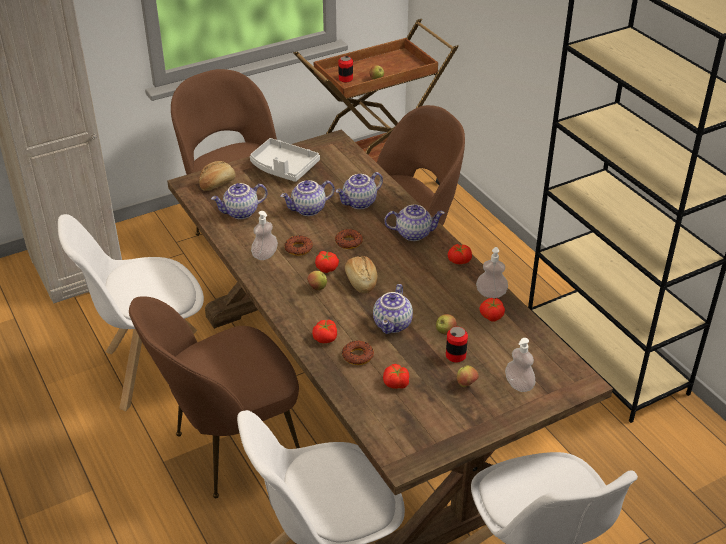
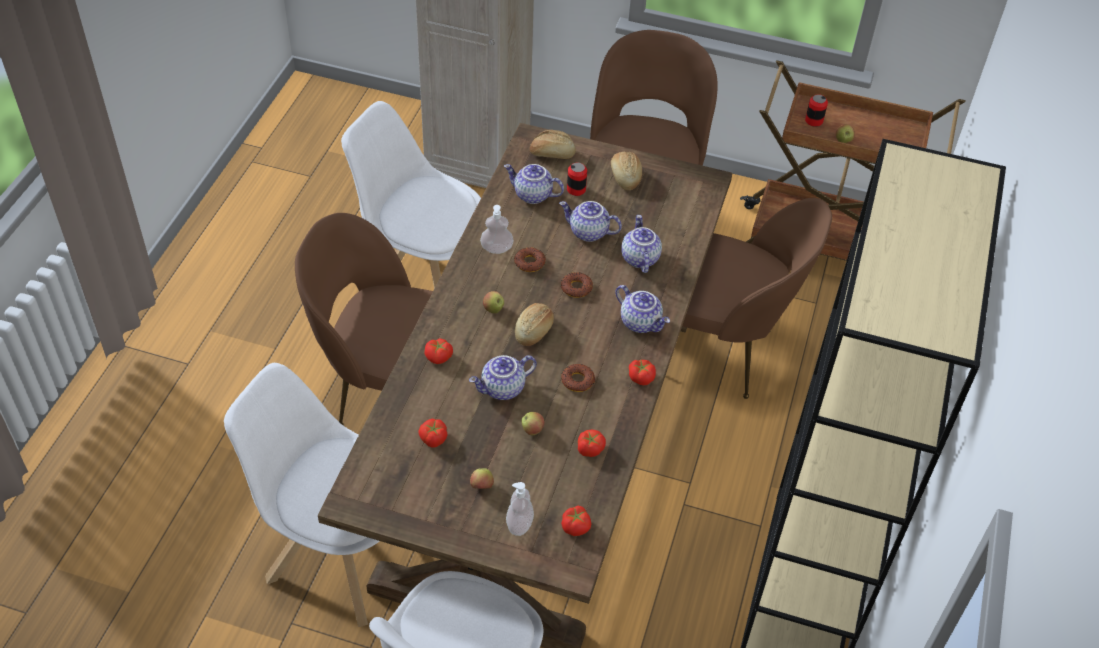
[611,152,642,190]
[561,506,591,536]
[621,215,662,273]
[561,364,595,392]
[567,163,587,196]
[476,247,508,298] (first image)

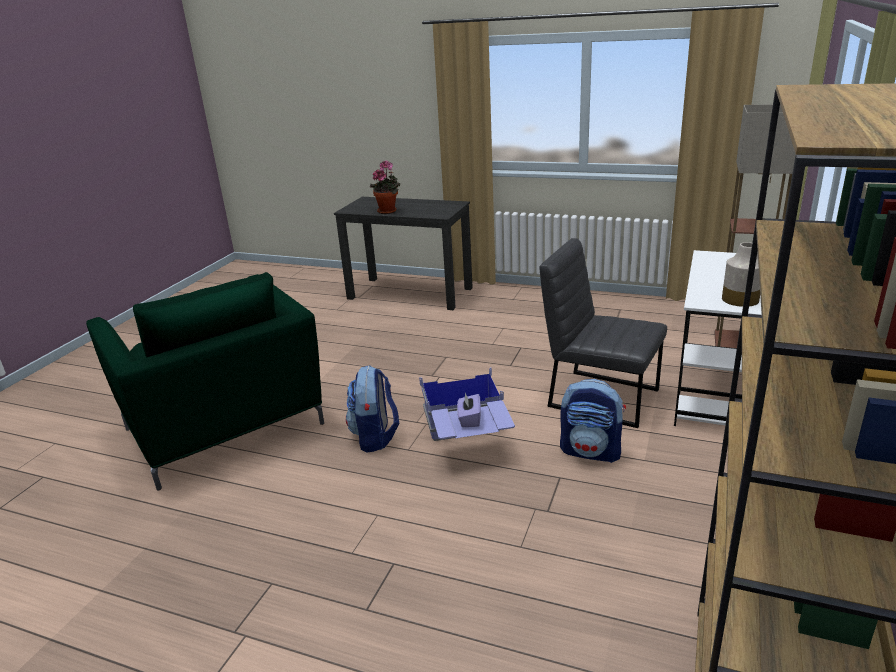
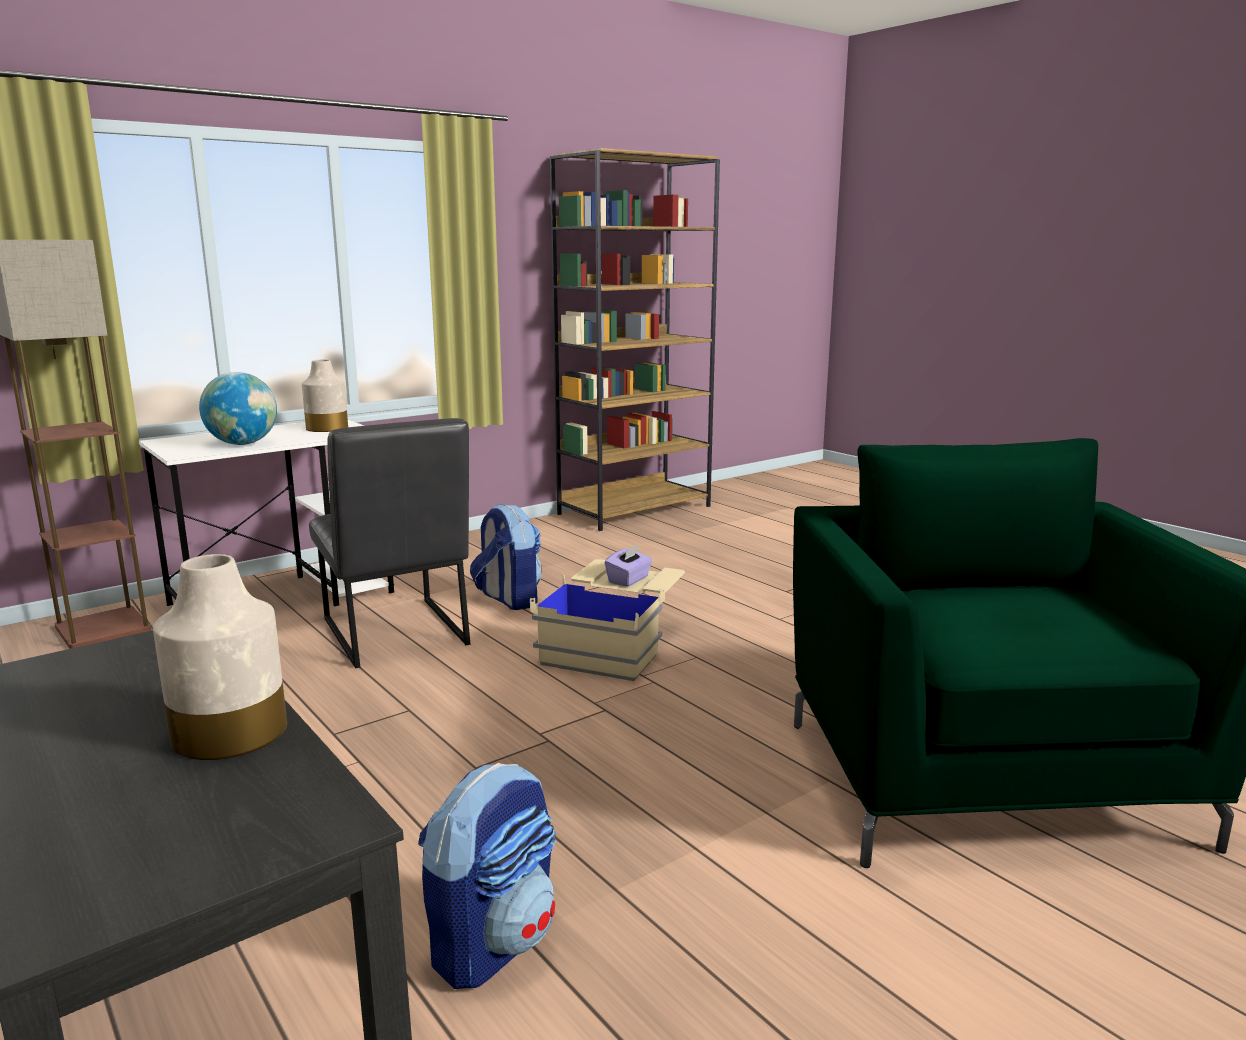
[418,763,556,989]
[153,554,287,760]
[530,559,685,681]
[199,372,277,445]

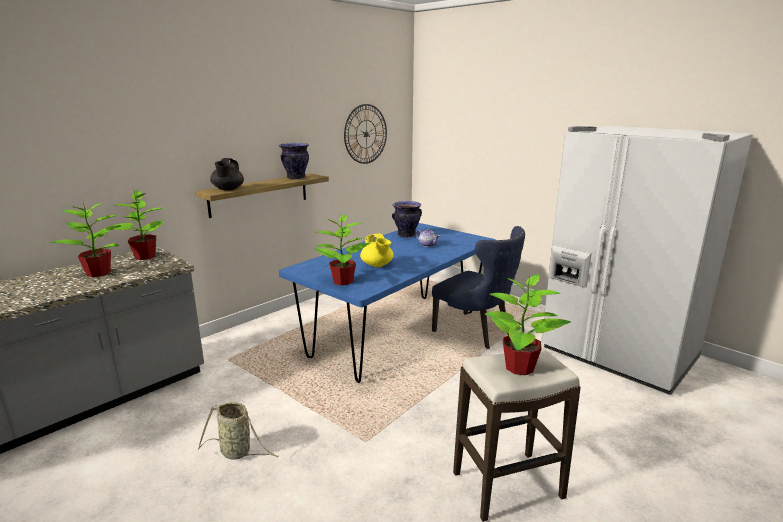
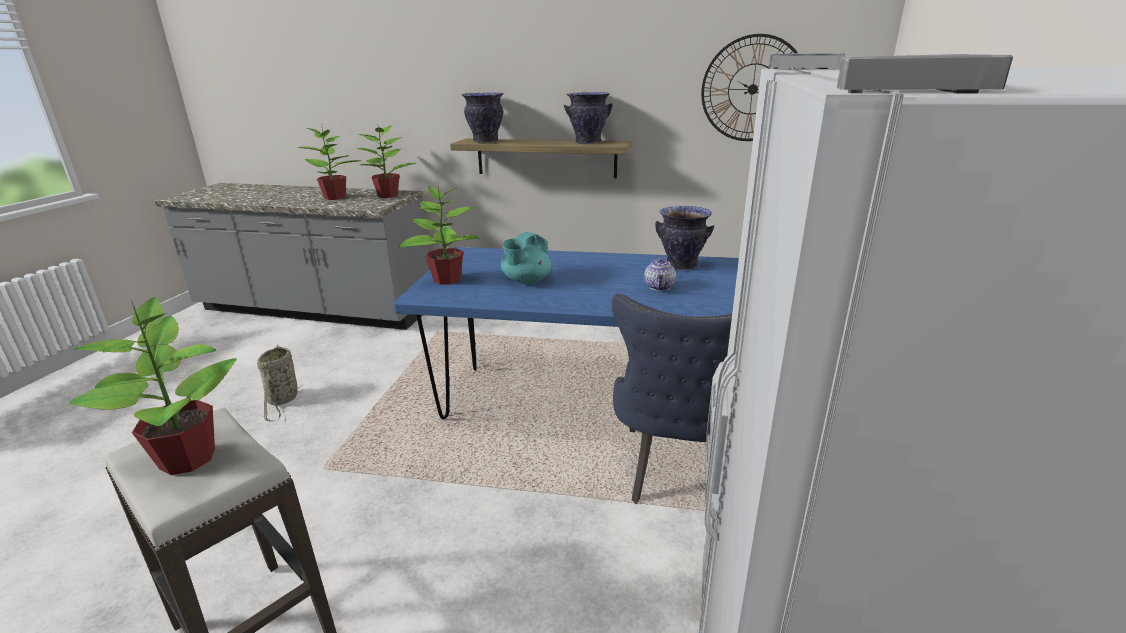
[462,92,504,143]
[501,232,552,284]

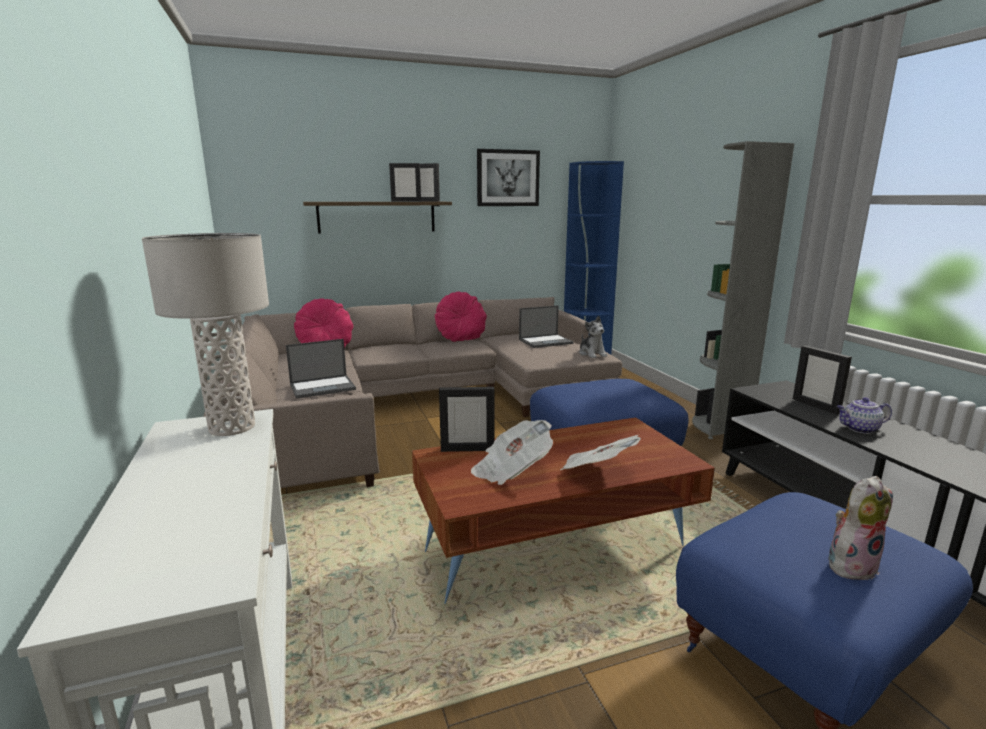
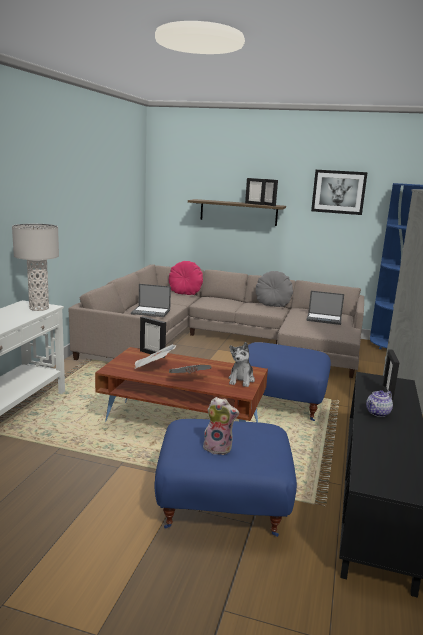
[256,271,293,307]
[228,342,255,387]
[366,390,393,417]

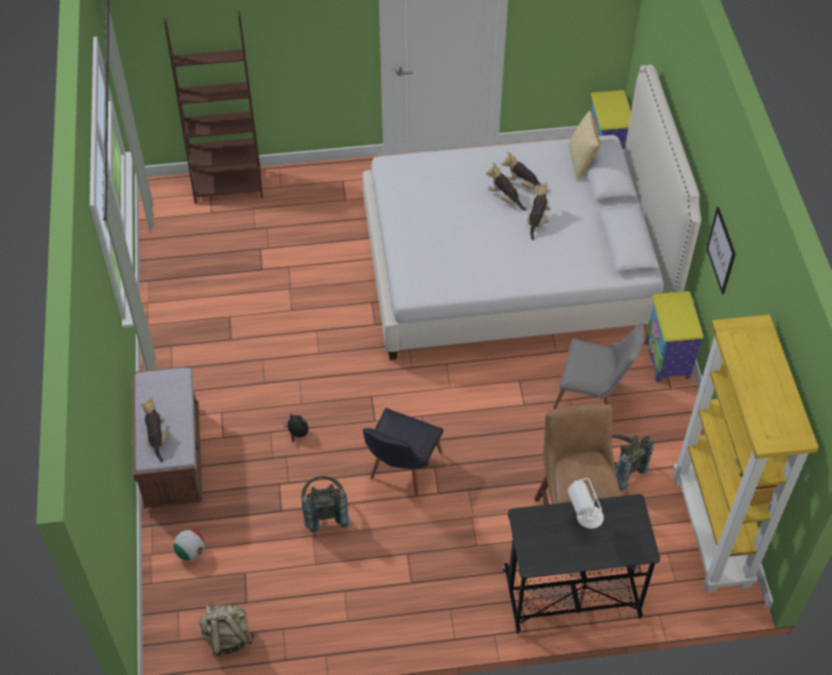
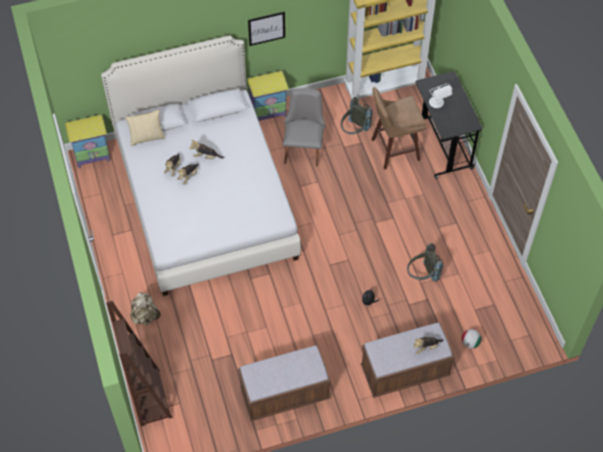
[130,292,161,325]
[363,408,443,496] (first image)
[238,345,331,421]

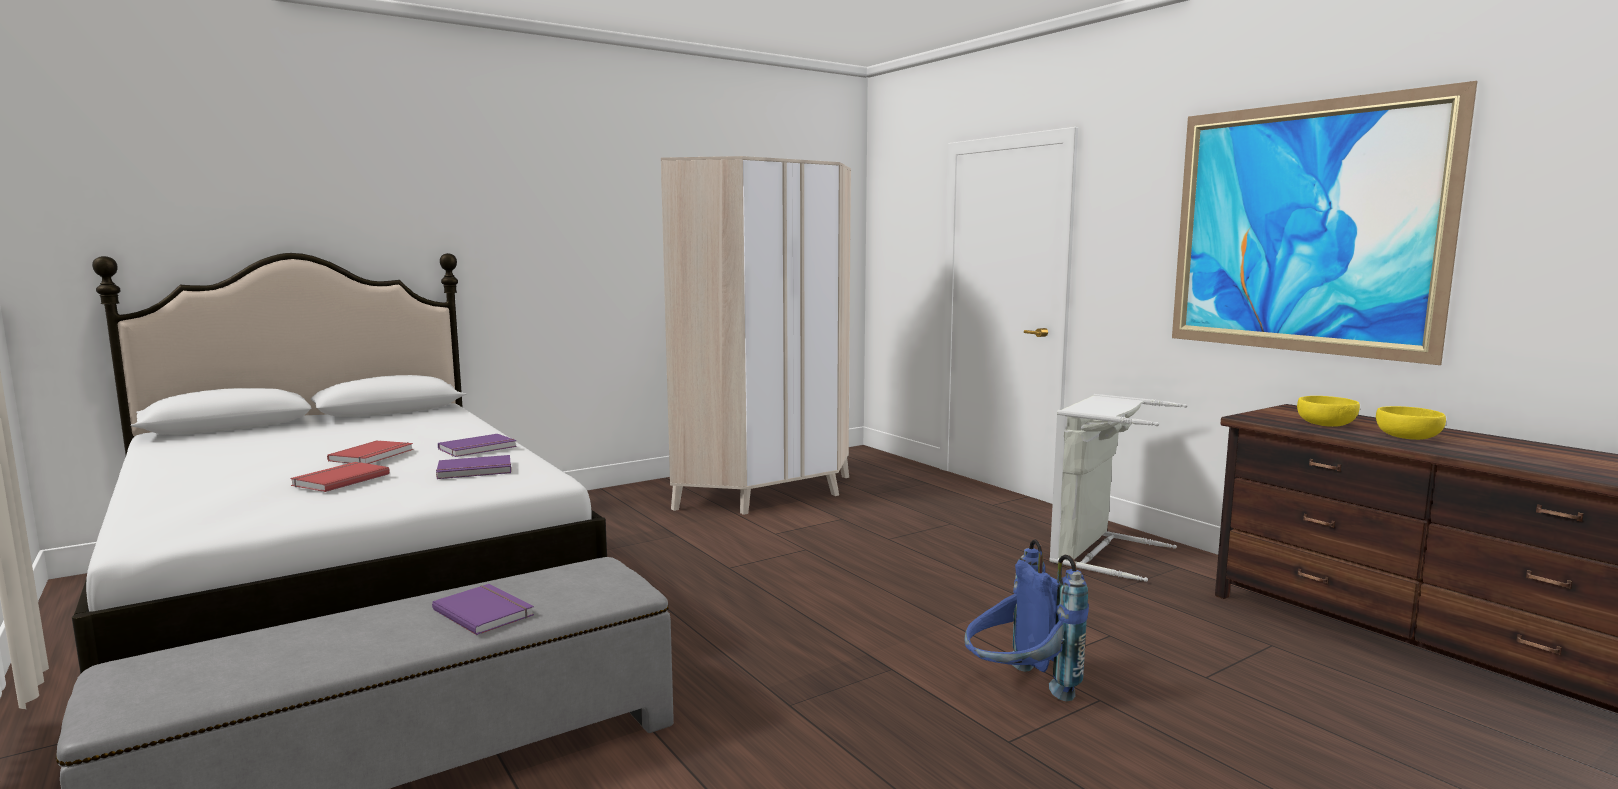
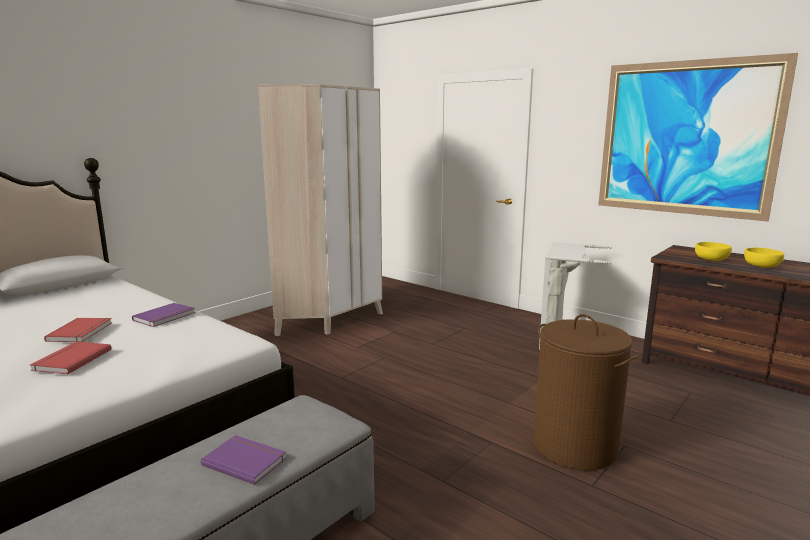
[436,455,511,479] (first image)
[533,314,639,470]

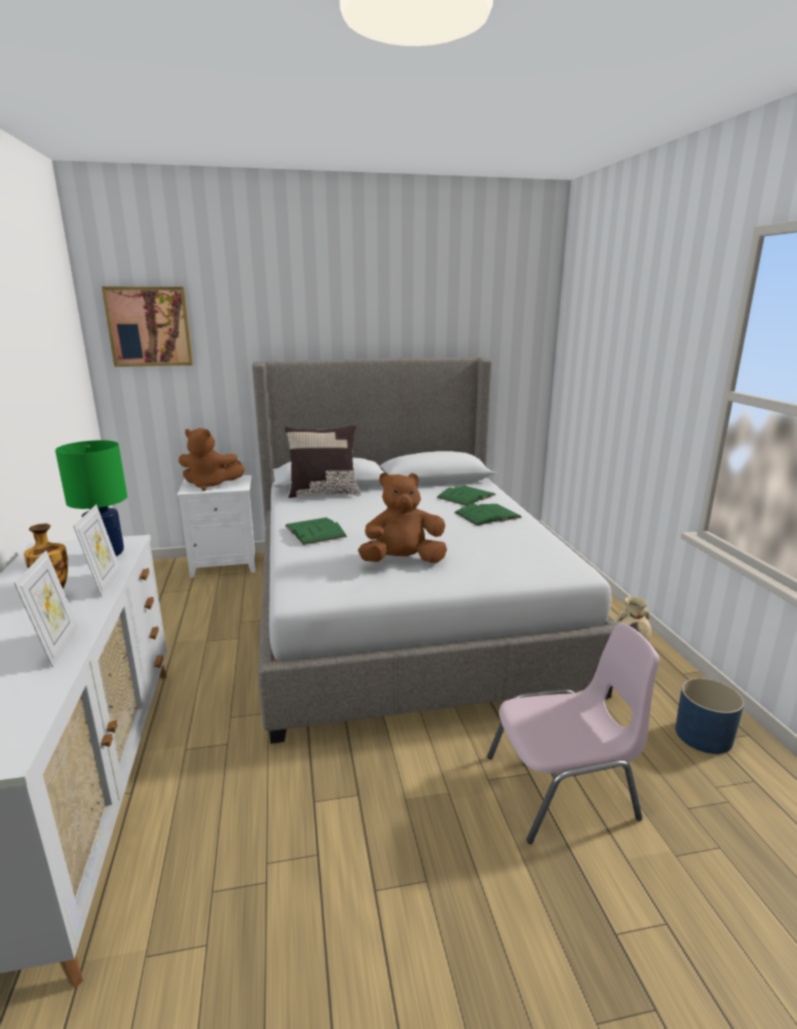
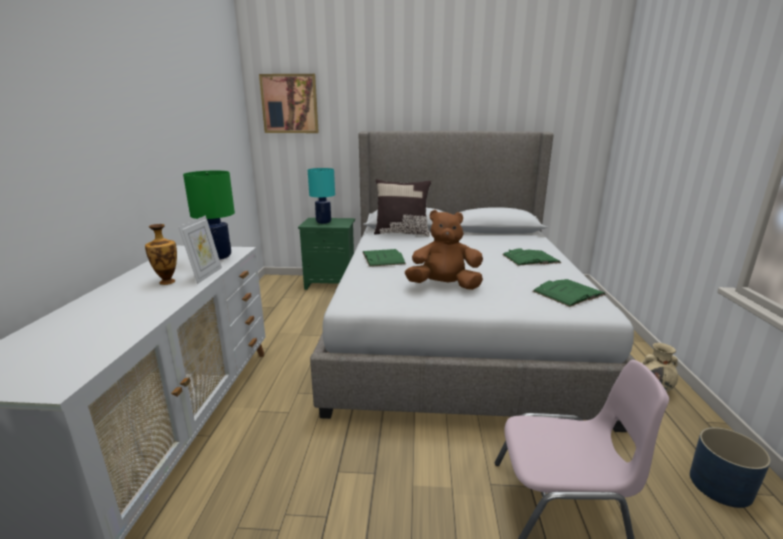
[14,551,79,667] (first image)
[298,218,355,290]
[308,168,335,224]
[533,279,606,307]

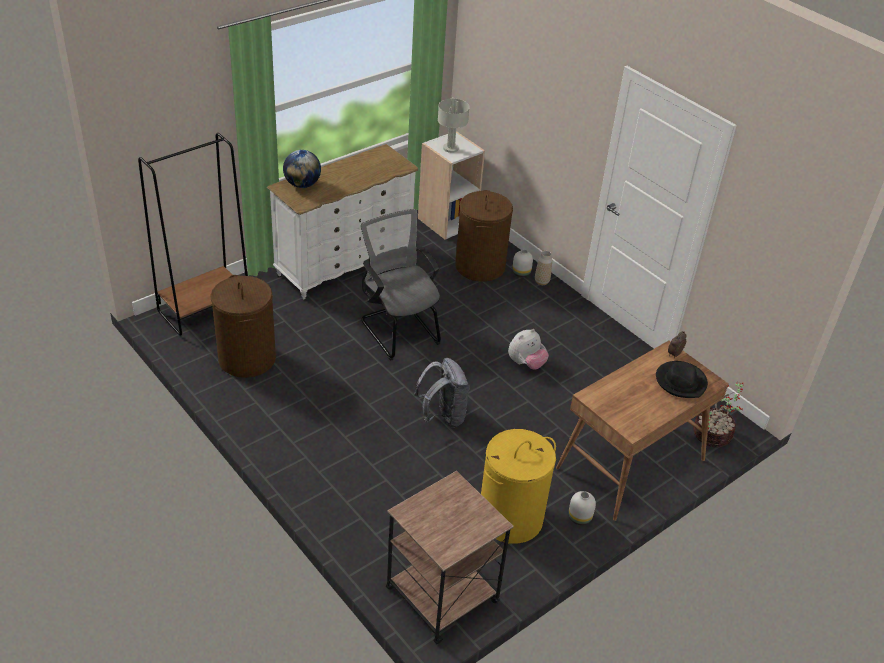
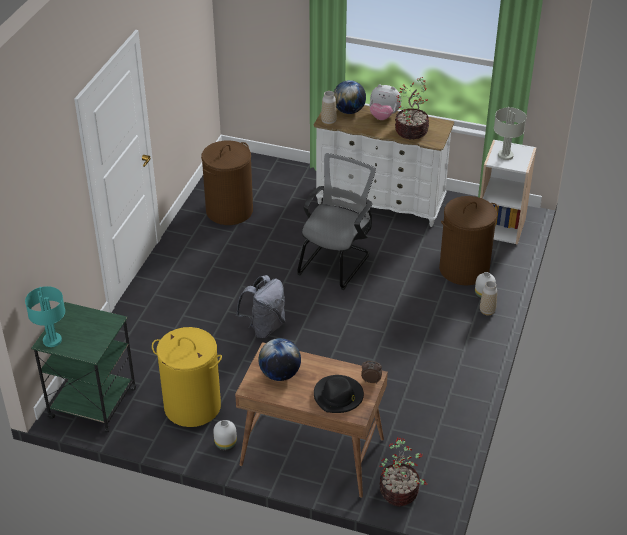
[138,133,248,336] (first image)
[31,302,136,432]
[370,84,401,120]
[25,286,65,347]
[259,338,301,381]
[321,91,337,126]
[395,77,429,140]

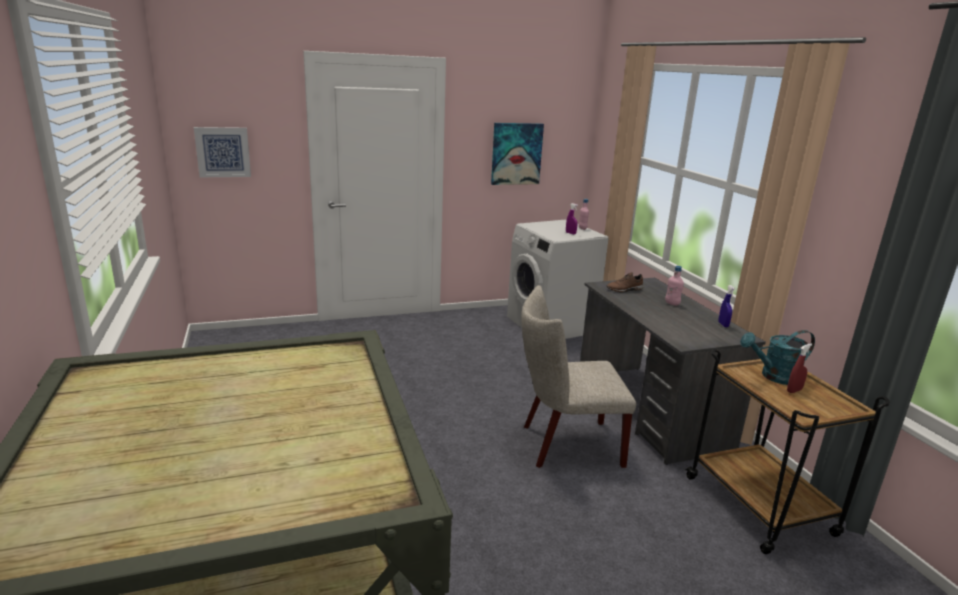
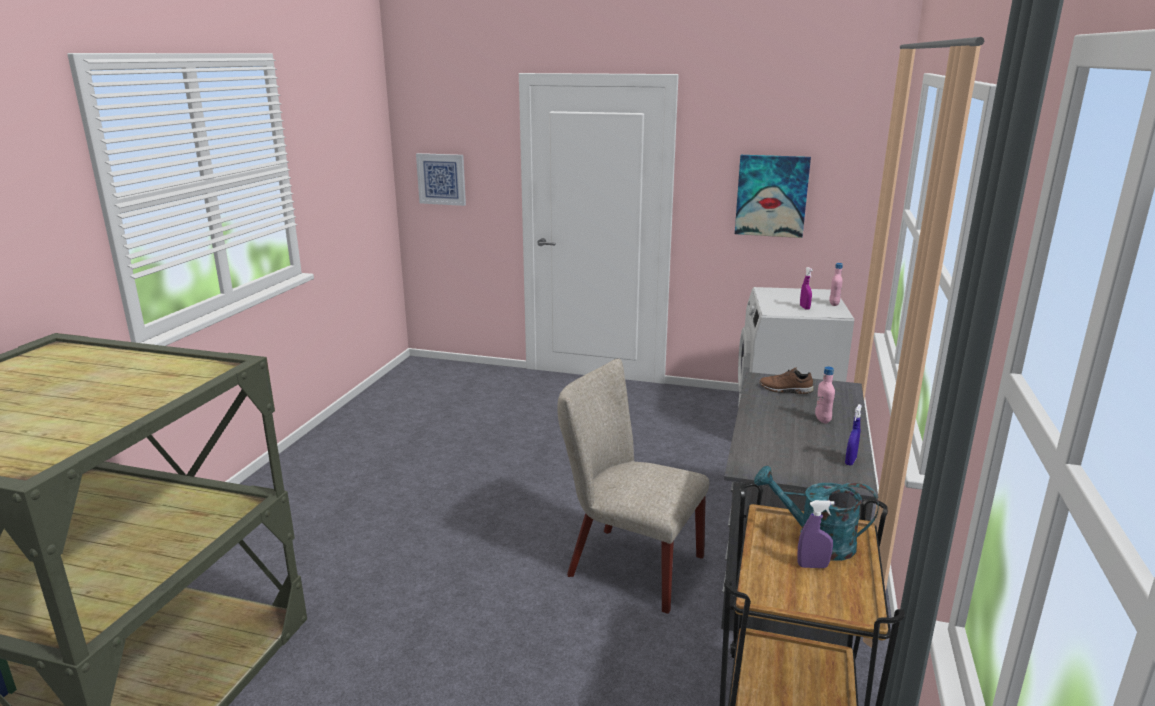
[797,500,835,568]

